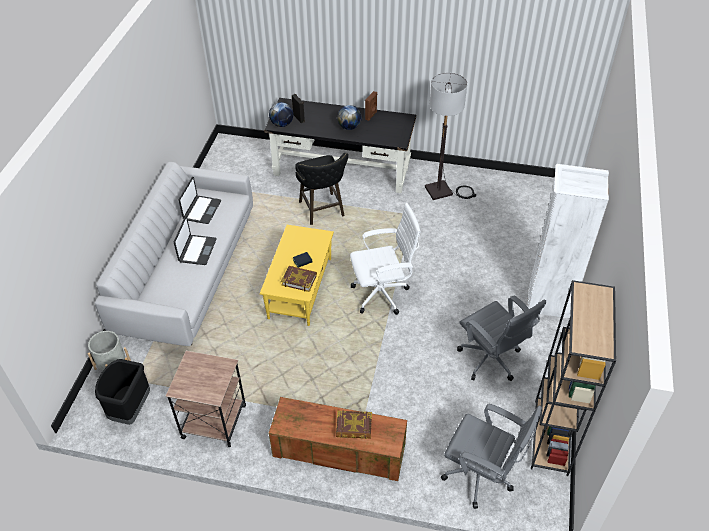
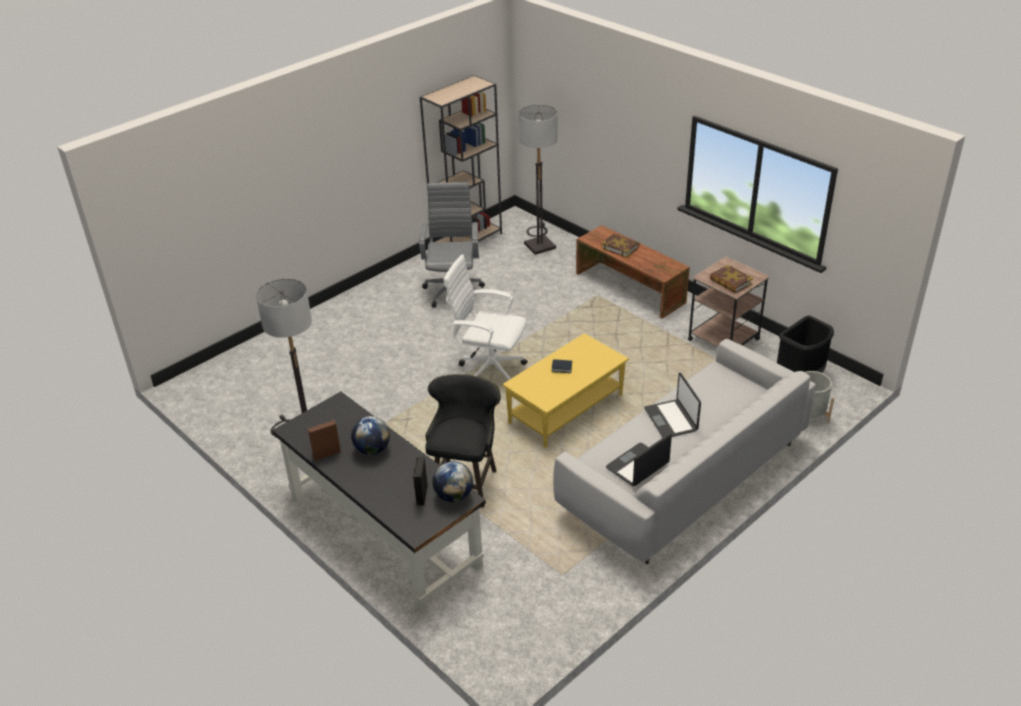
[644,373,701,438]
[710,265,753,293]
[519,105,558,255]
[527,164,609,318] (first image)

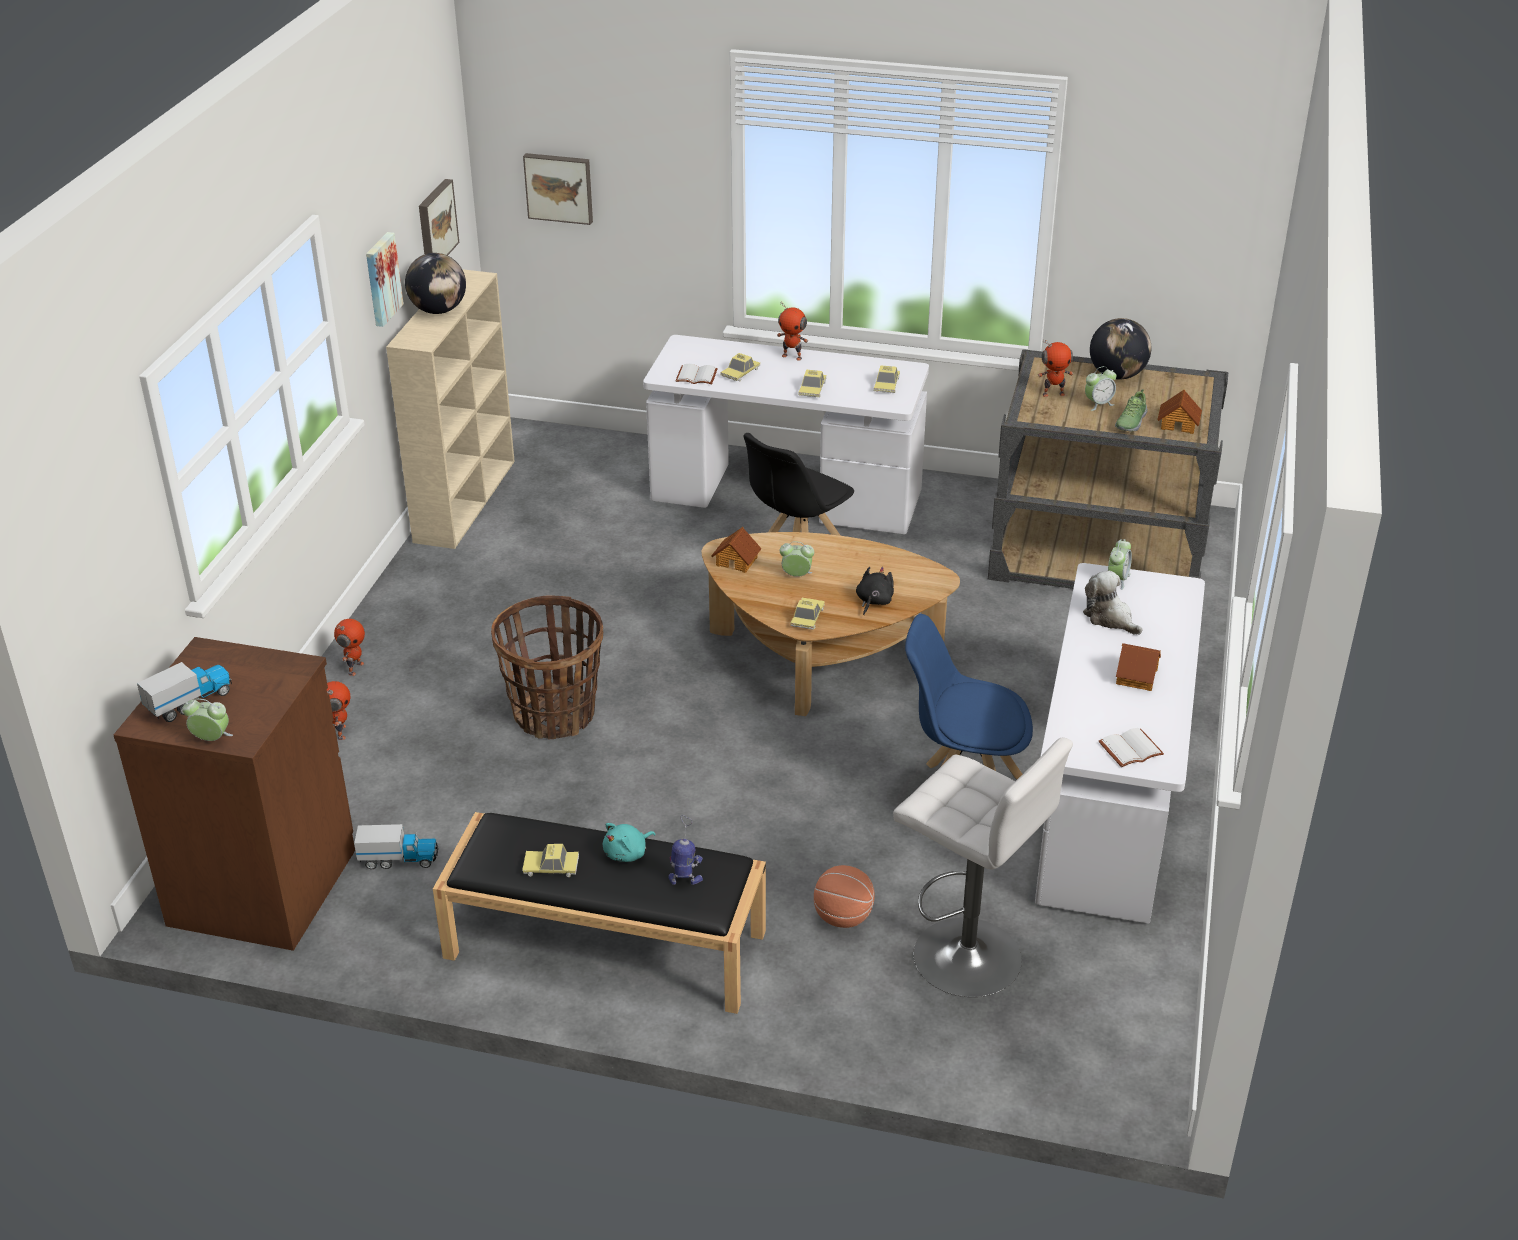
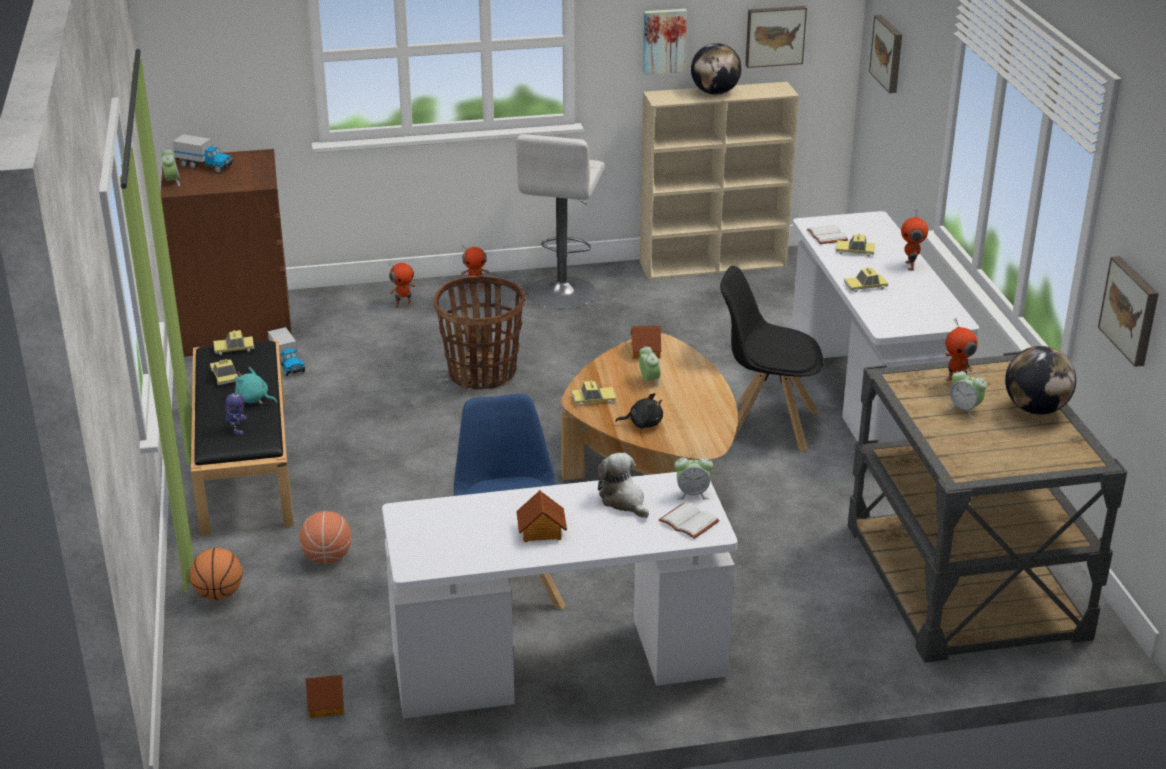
[213,330,254,355]
[516,134,605,309]
[598,453,649,518]
[659,502,720,539]
[1115,389,1148,432] (first image)
[305,675,344,718]
[189,548,243,600]
[1098,256,1159,367]

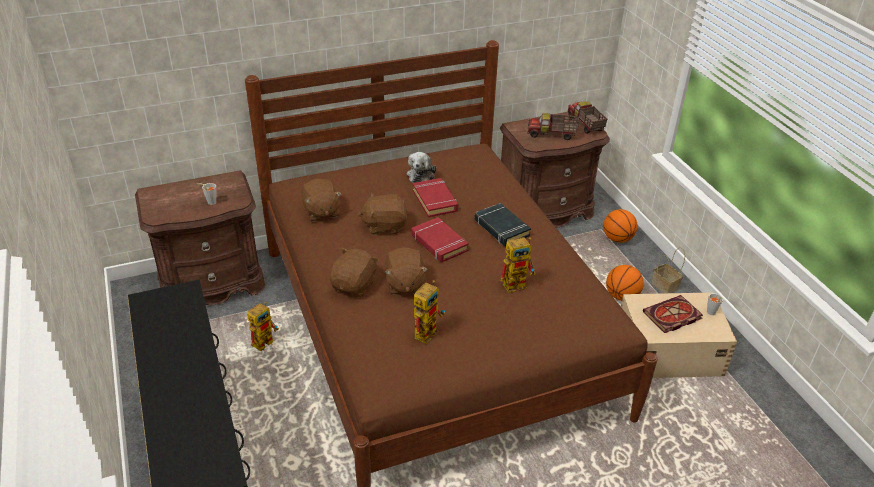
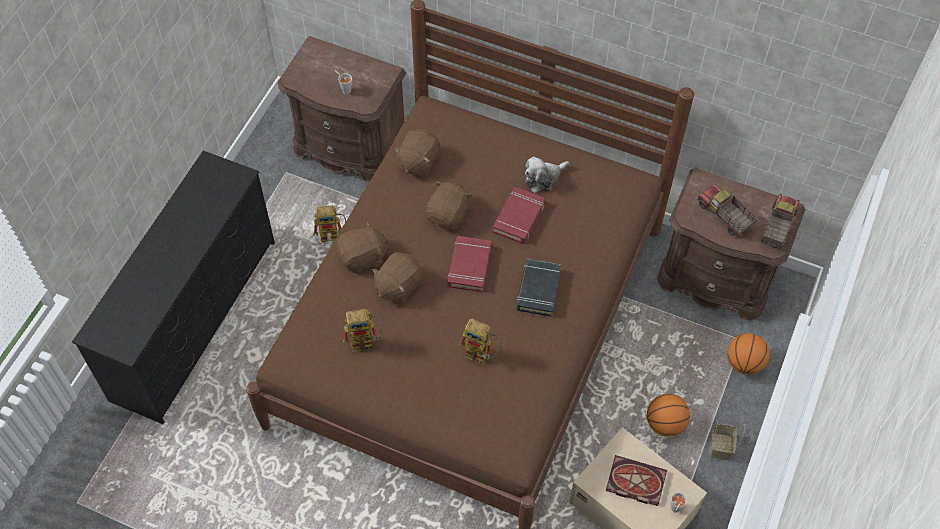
[425,181,472,230]

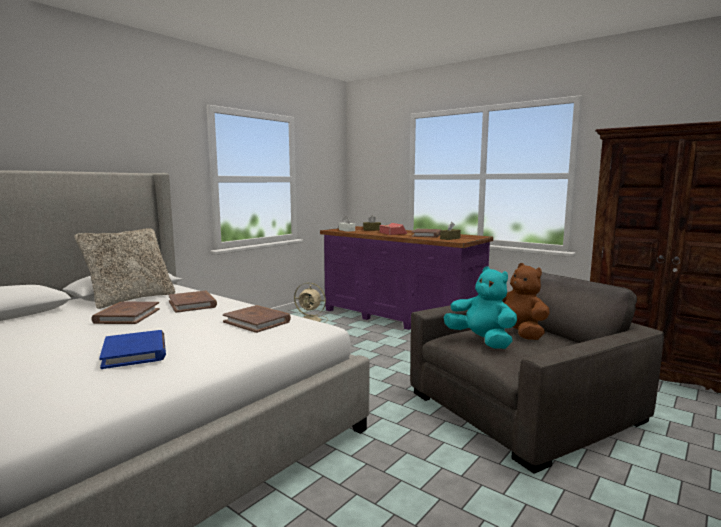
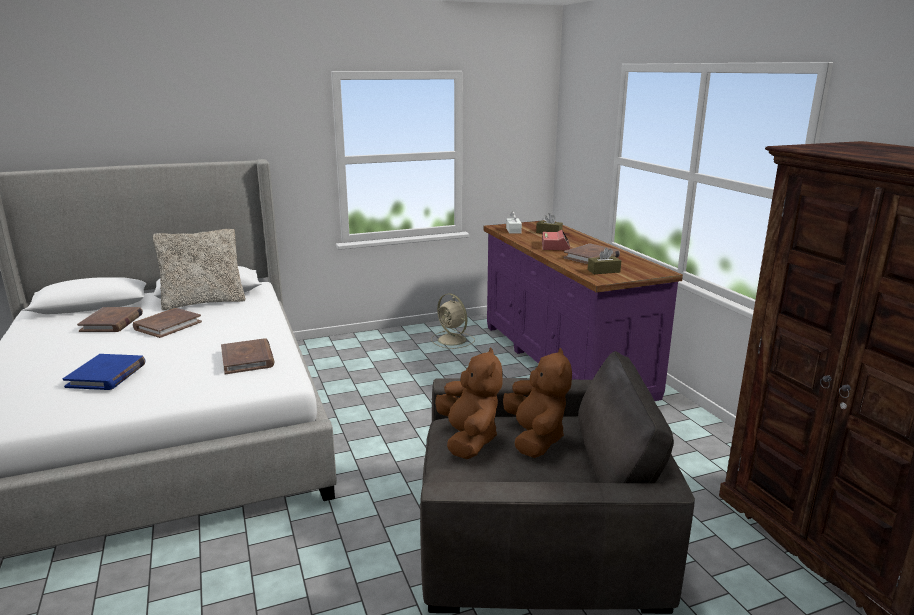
[77,307,143,332]
[435,347,503,459]

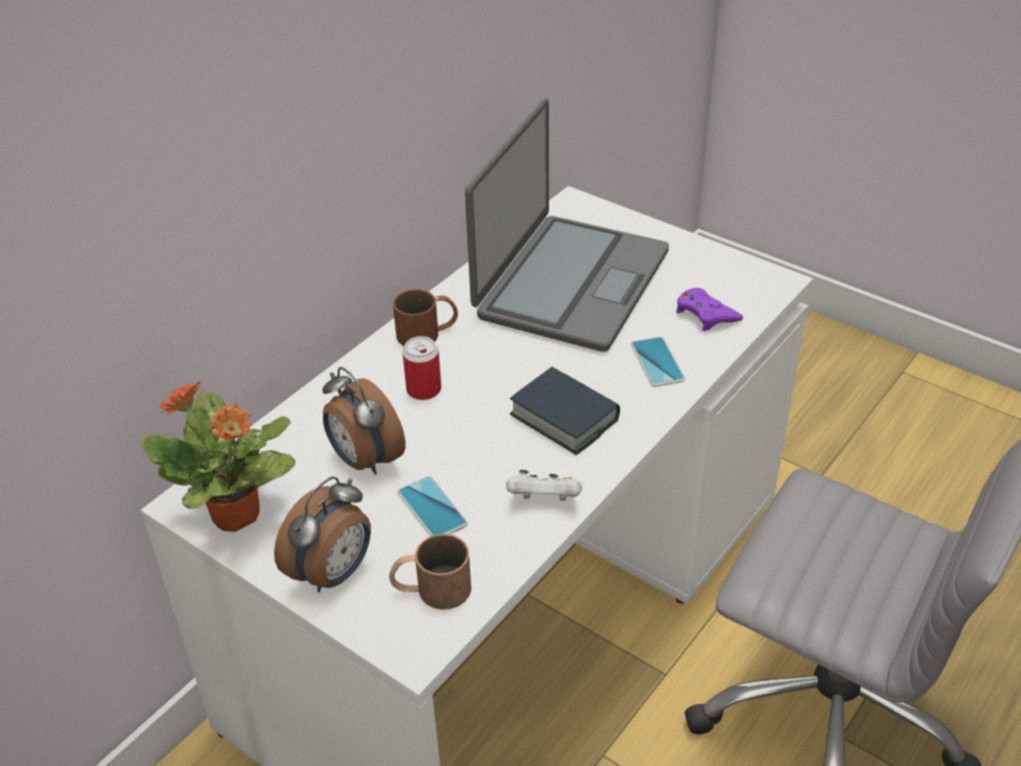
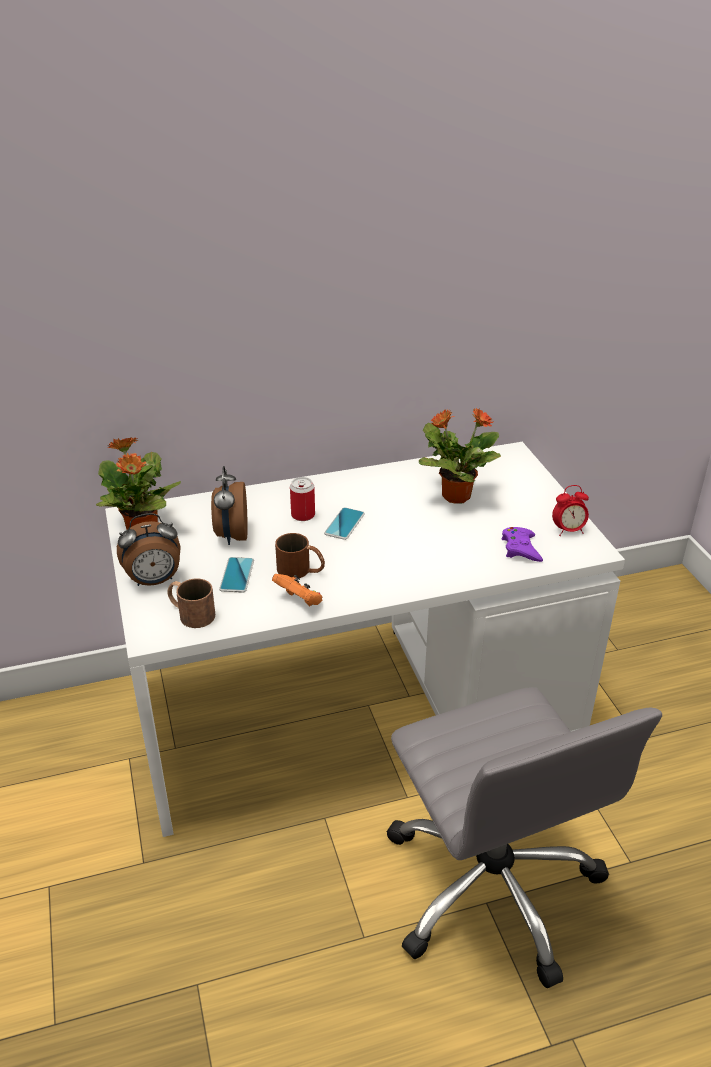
[275,533,325,578]
[418,407,501,504]
[272,574,322,606]
[510,367,620,455] (first image)
[324,507,365,540]
[552,485,589,536]

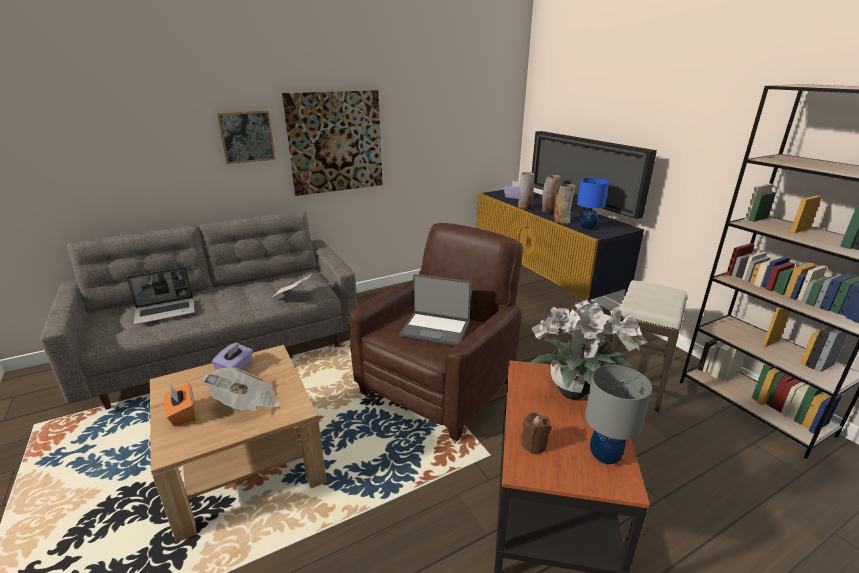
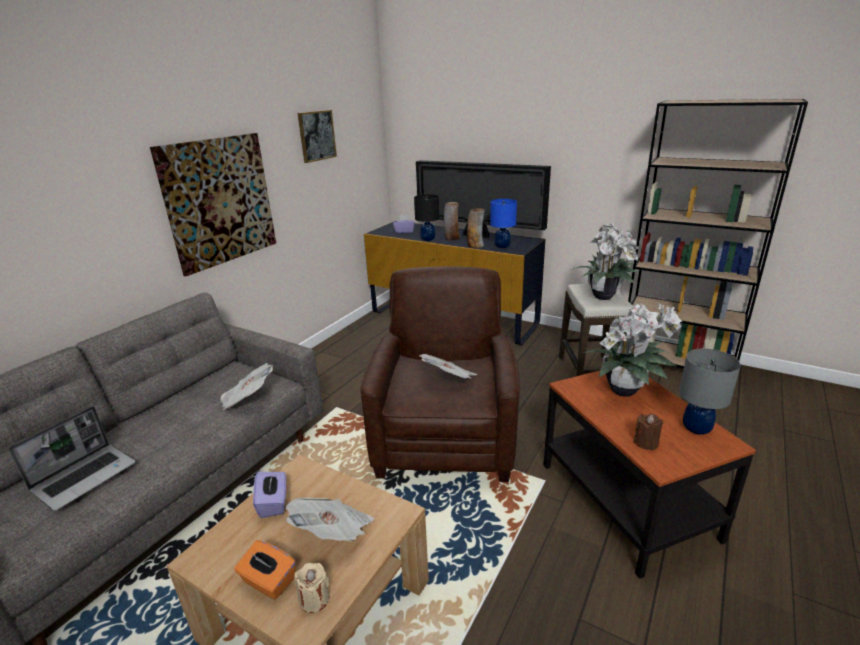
[298,110,337,163]
[419,354,477,379]
[414,194,439,241]
[294,563,330,613]
[570,223,640,300]

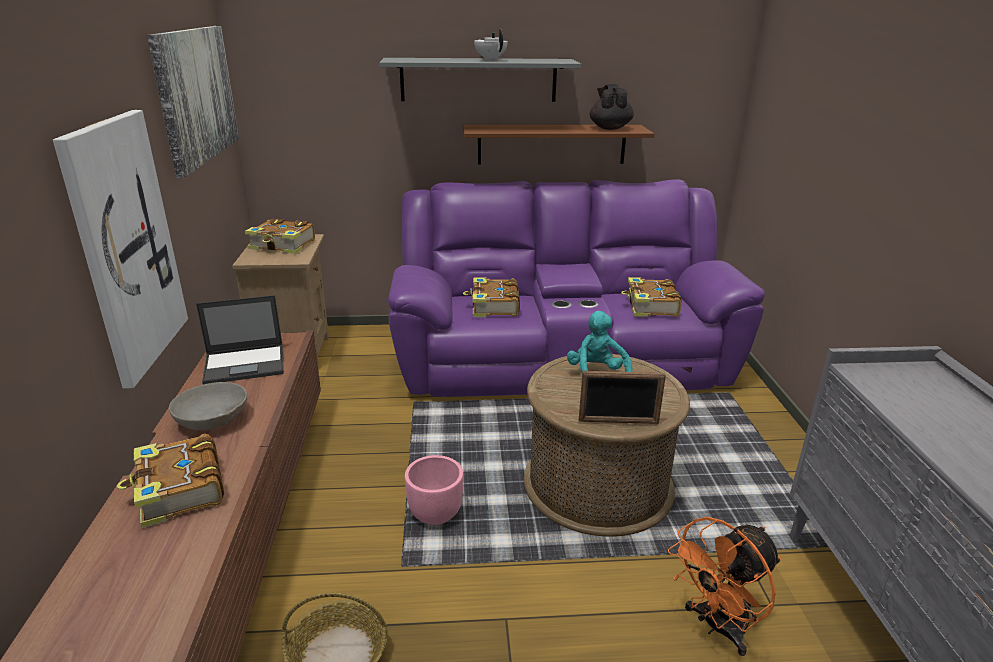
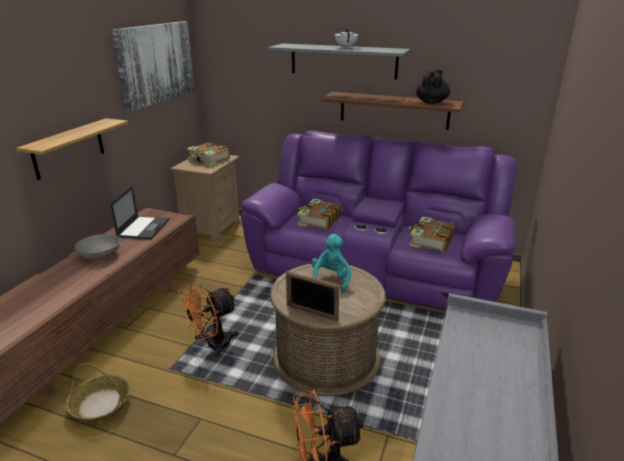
[16,118,128,180]
[117,434,224,528] (first image)
[110,186,169,240]
[179,282,238,357]

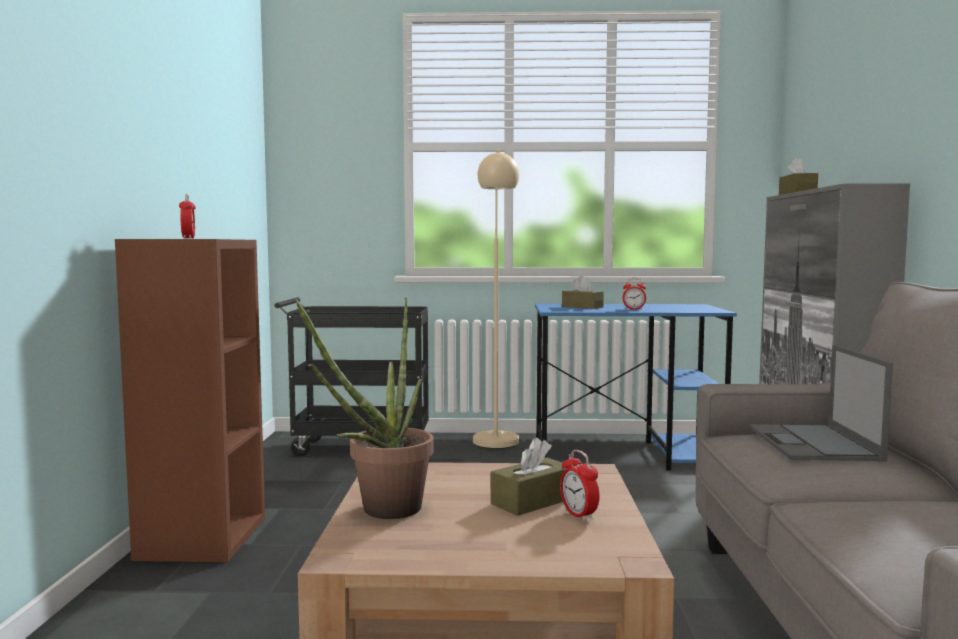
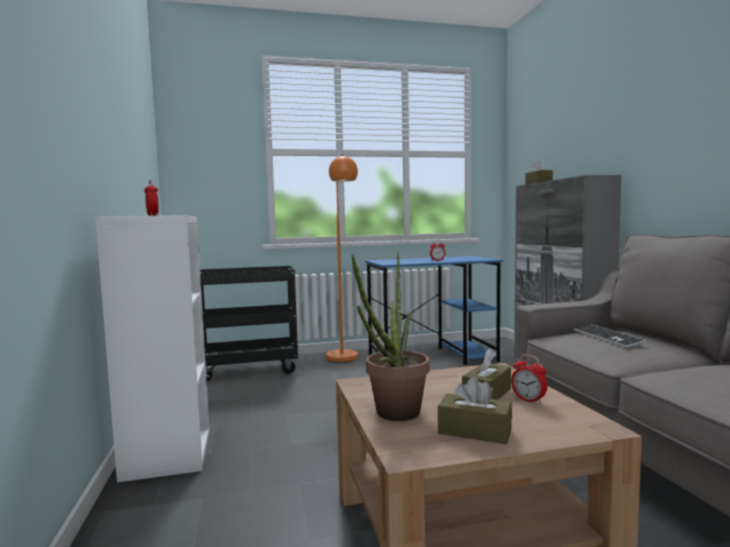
[95,215,210,483]
[326,154,358,362]
[438,376,512,444]
[574,324,646,348]

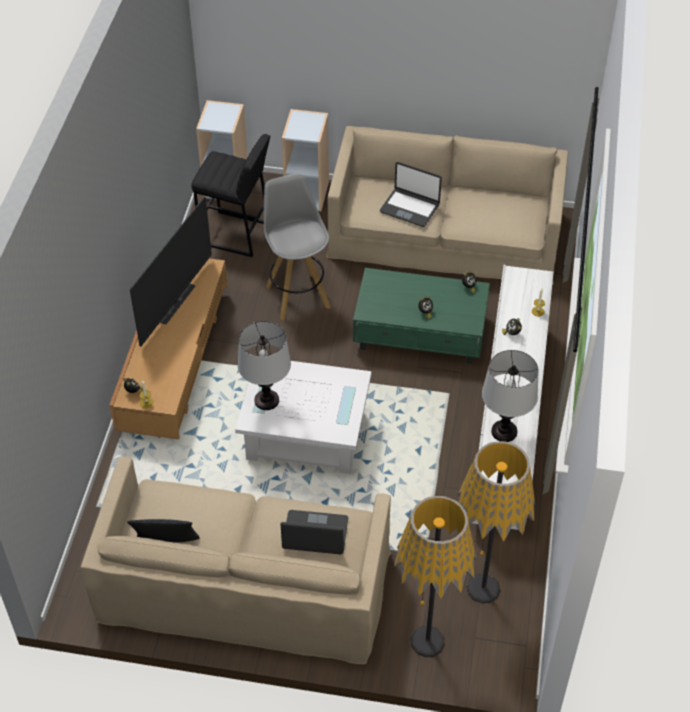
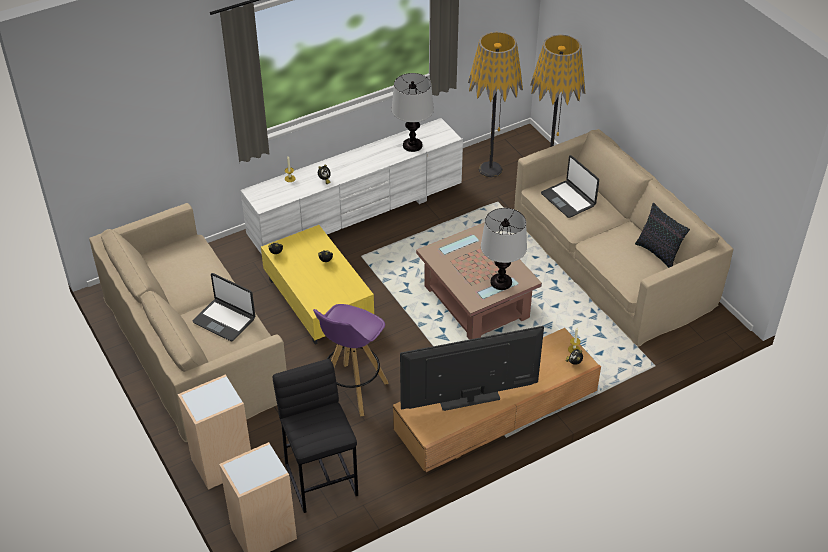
[416,222,542,340]
[313,304,389,417]
[261,225,374,345]
[192,273,255,341]

